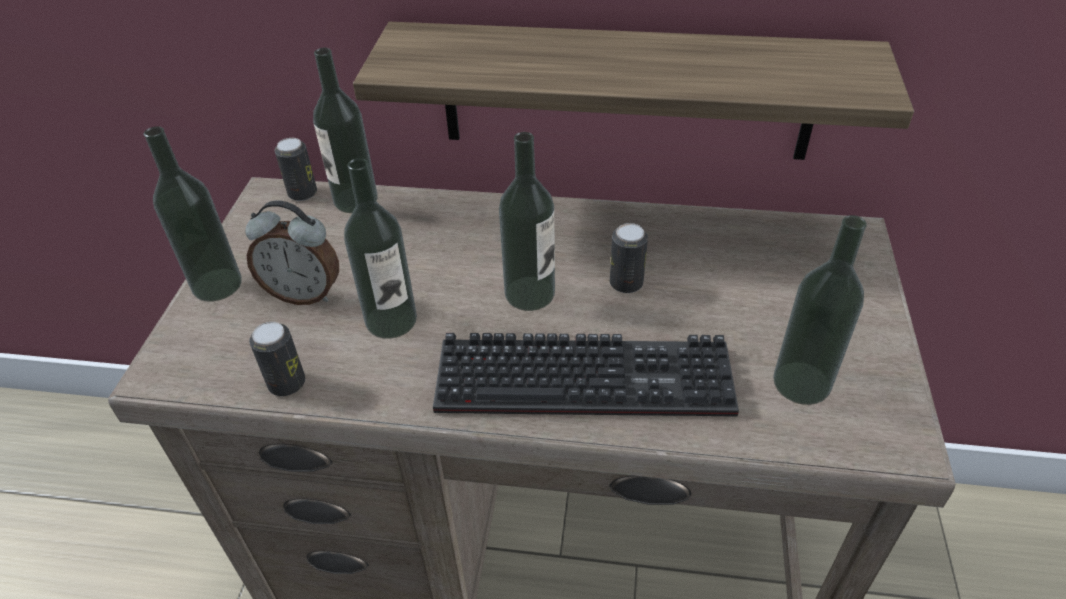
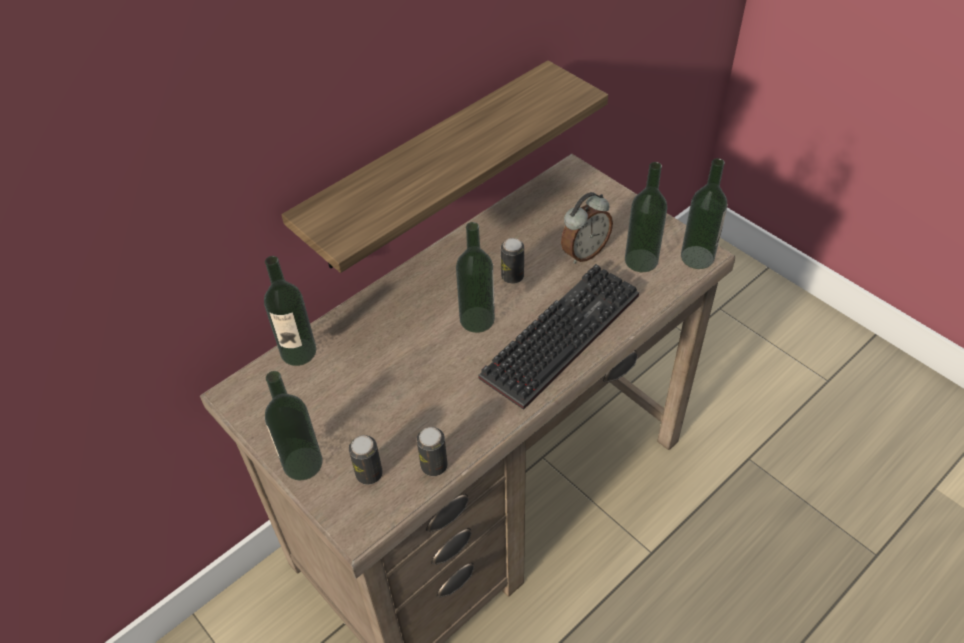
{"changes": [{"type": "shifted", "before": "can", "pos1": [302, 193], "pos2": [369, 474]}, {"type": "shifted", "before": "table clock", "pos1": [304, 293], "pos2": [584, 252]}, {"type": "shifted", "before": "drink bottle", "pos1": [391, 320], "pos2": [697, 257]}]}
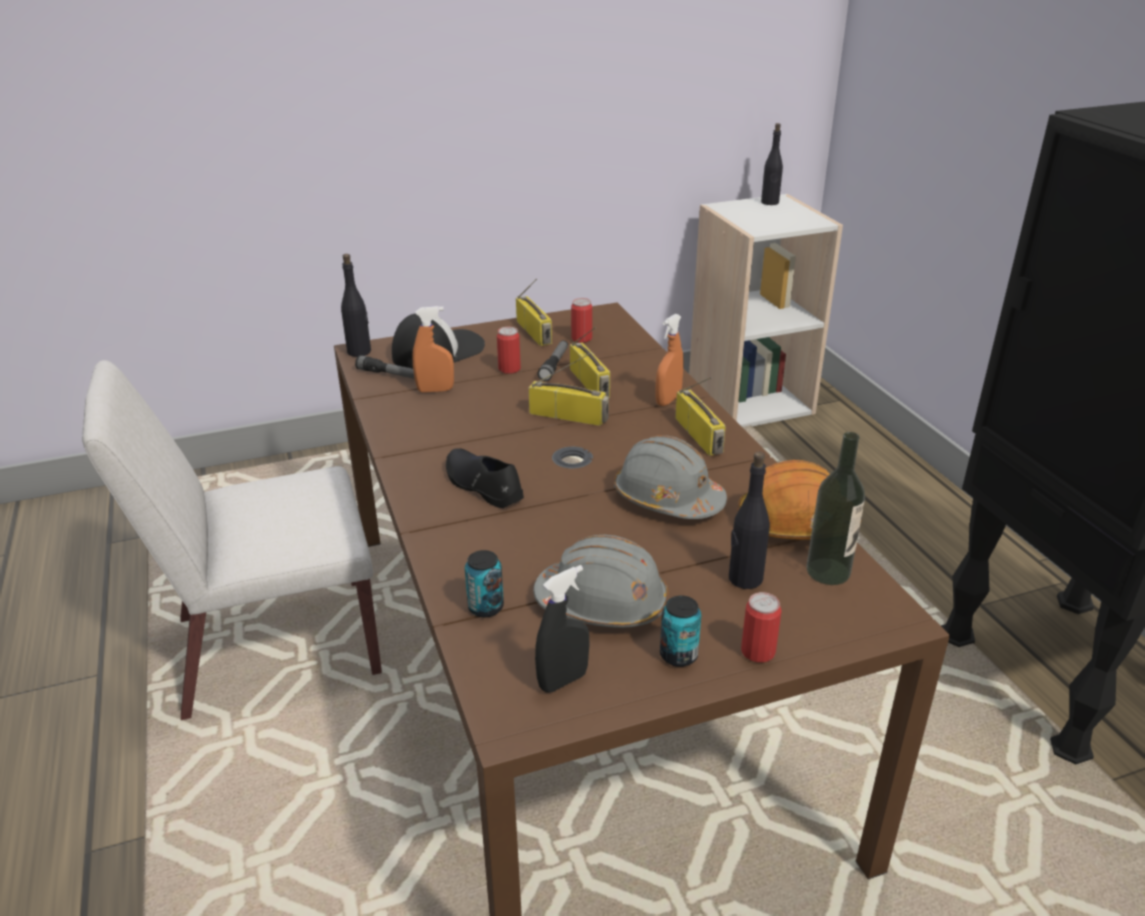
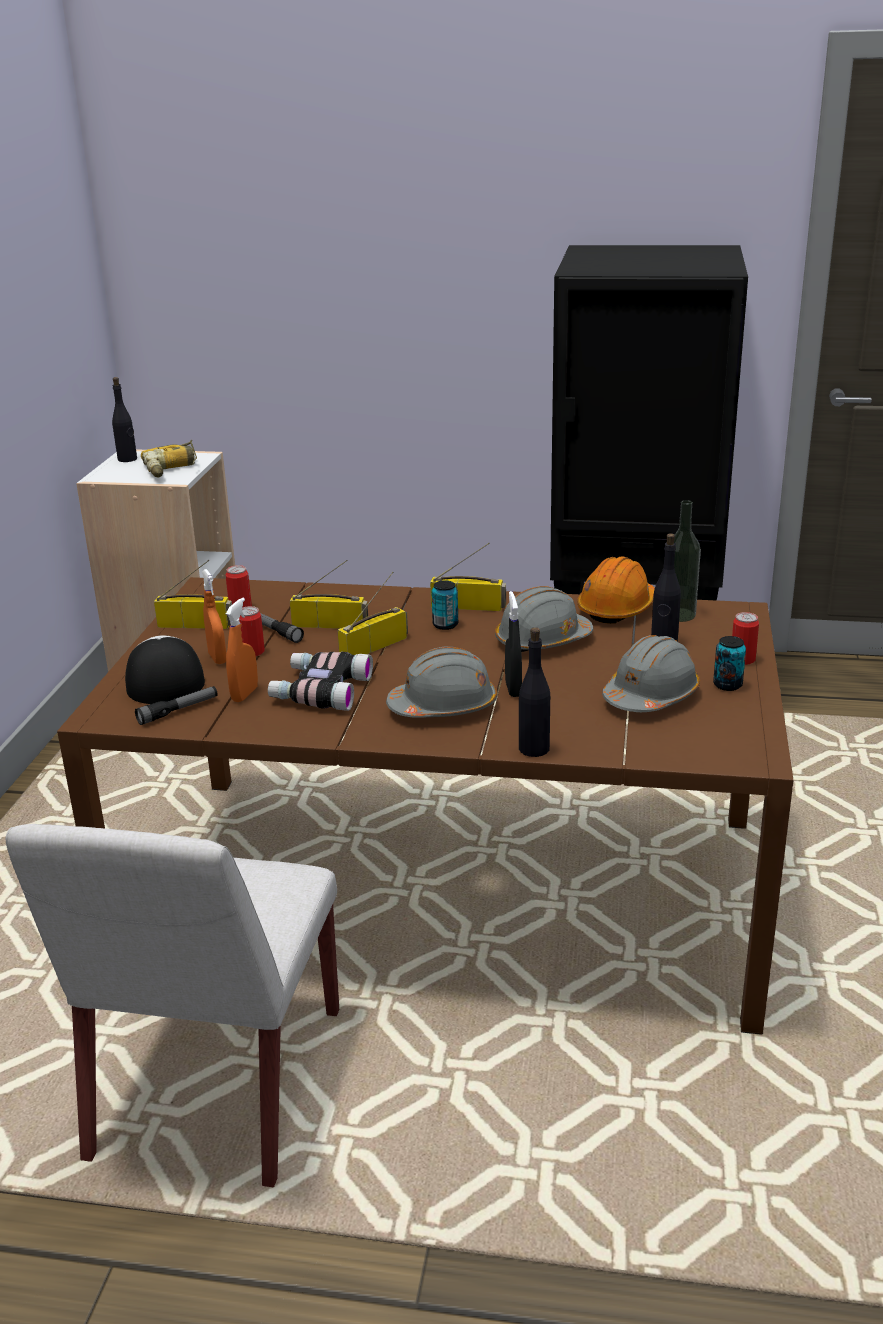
{"changes": [{"type": "new", "after": "electric drill", "pos2": [173, 468]}, {"type": "shifted", "before": "sprayer (orange)", "pos1": [668, 400], "pos2": [217, 658]}, {"type": "new", "after": "pair of binoculars", "pos2": [320, 690]}, {"type": "swapped", "before": "shoe (black-coloured)", "after": "hard hat (gray)", "pos1": [482, 485], "pos2": [444, 707]}, {"type": "shifted", "before": "can", "pos1": [485, 607], "pos2": [445, 625]}, {"type": "shifted", "before": "sprayer (black-coloured)", "pos1": [563, 680], "pos2": [513, 689]}, {"type": "shifted", "before": "drink bottle (black-coloured)", "pos1": [359, 351], "pos2": [534, 749]}]}
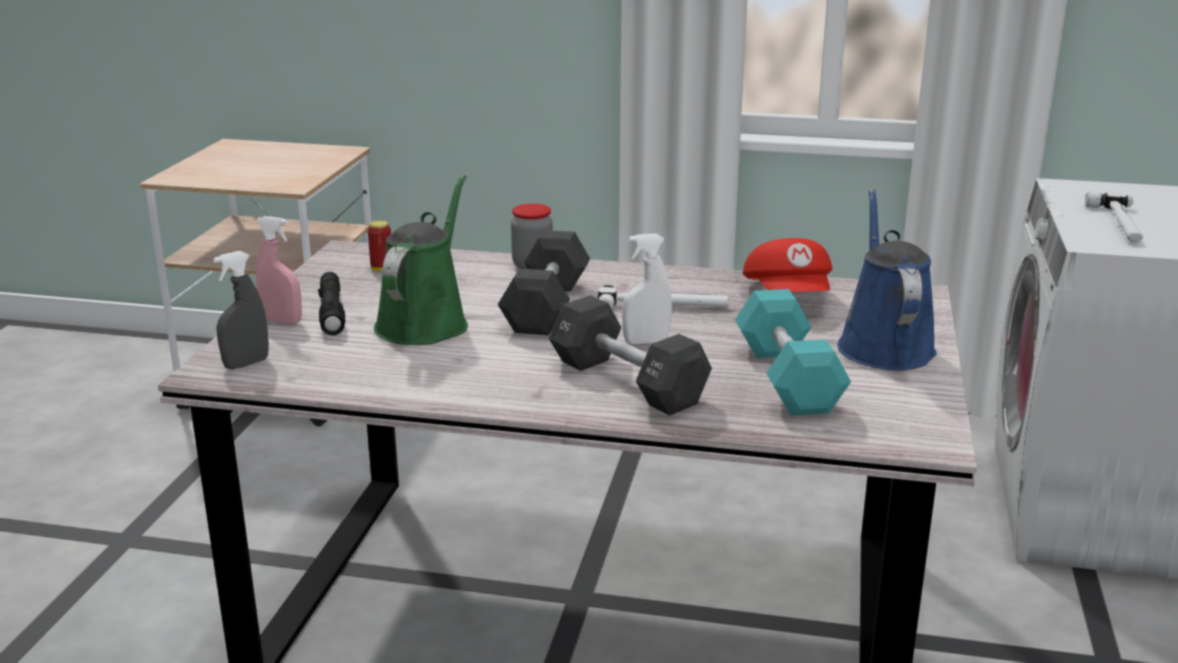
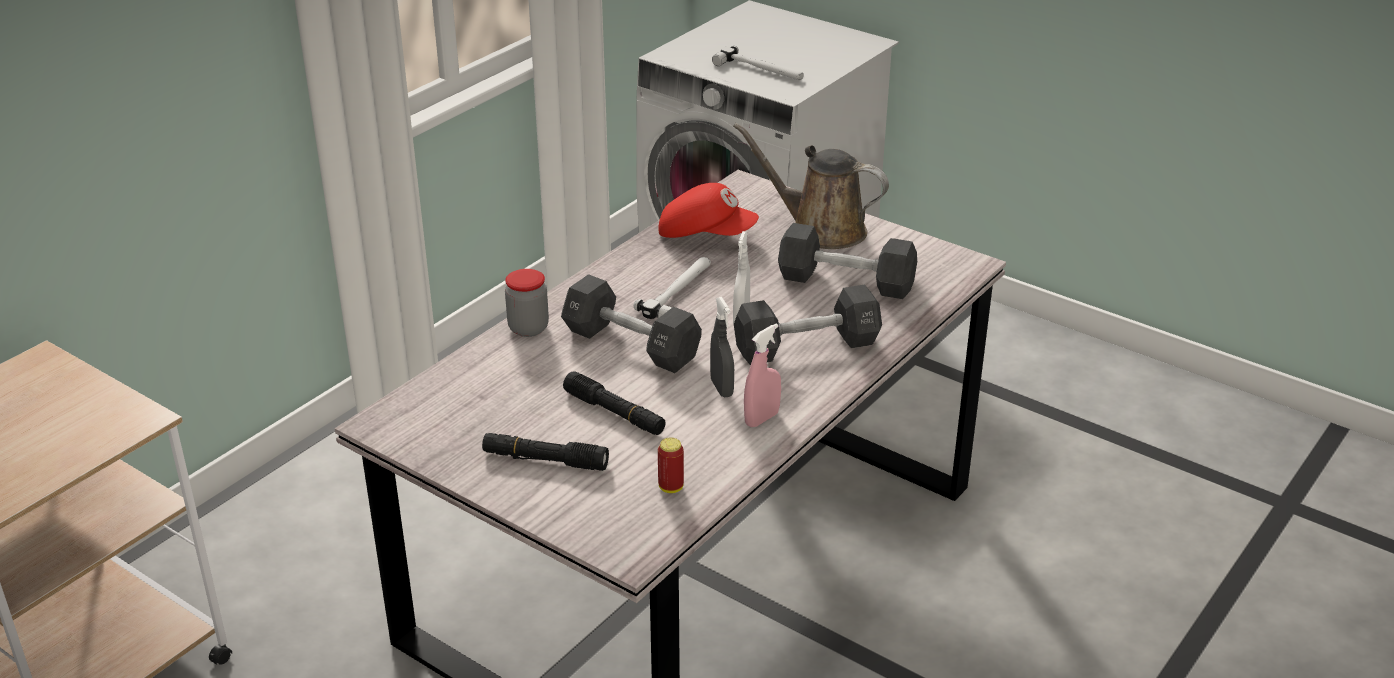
{"changes": [{"type": "swapped", "before": "watering pot (green-coloured)", "after": "torch (black-coloured)", "pos1": [425, 322], "pos2": [614, 413]}, {"type": "shifted", "before": "can", "pos1": [382, 269], "pos2": [671, 487]}, {"type": "shifted", "before": "sprayer (gray)", "pos1": [246, 364], "pos2": [721, 388]}, {"type": "repainted", "before": "watering pot (blue-coloured)", "after": "watering pot (brownish)", "pos1": [883, 345], "pos2": [820, 229]}, {"type": "shifted", "before": "sprayer (pink-coloured)", "pos1": [282, 321], "pos2": [761, 419]}, {"type": "repainted", "before": "dumbbell (turquoise-coloured)", "after": "dumbbell (black-coloured)", "pos1": [787, 378], "pos2": [846, 282]}]}
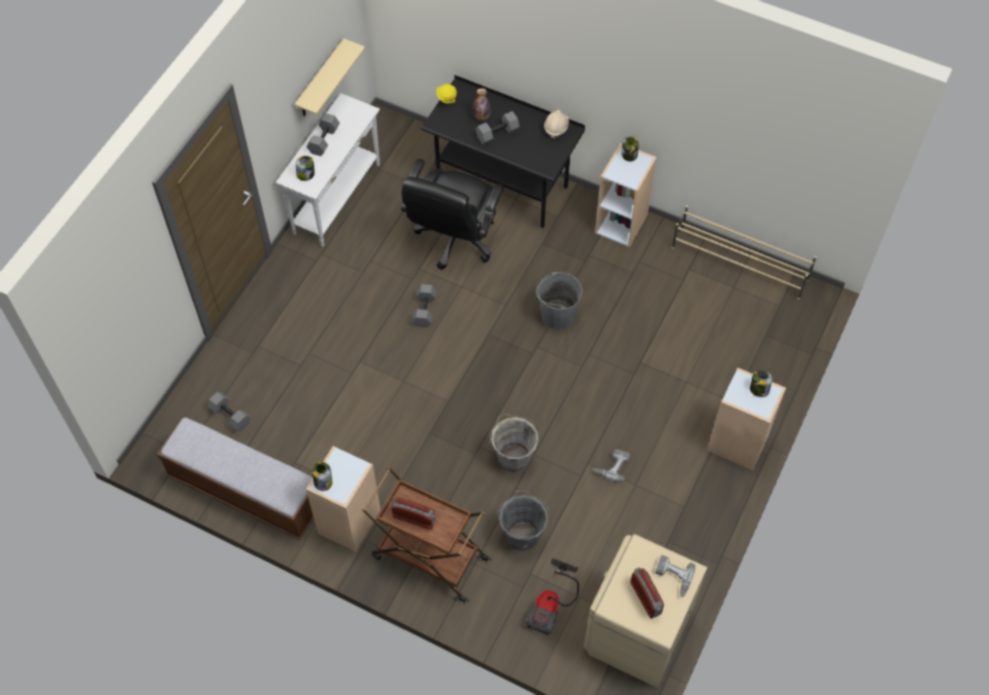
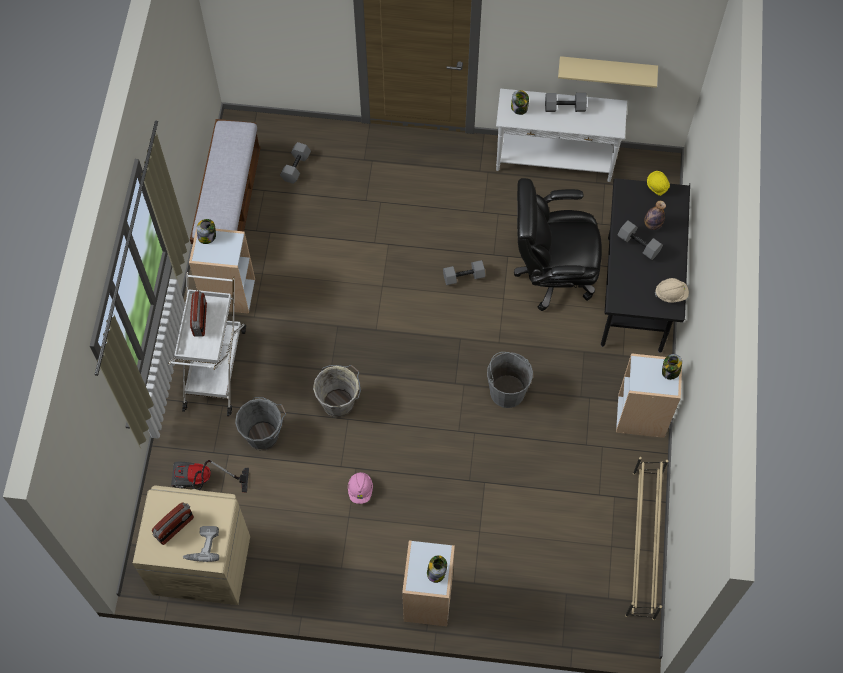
{"changes": [{"type": "repainted", "before": "trolley (brownish)", "after": "trolley (white-coloured)", "pos1": [429, 558], "pos2": [216, 368]}, {"type": "swapped", "before": "electric drill", "after": "hard hat (pink-coloured)", "pos1": [611, 466], "pos2": [360, 490]}]}
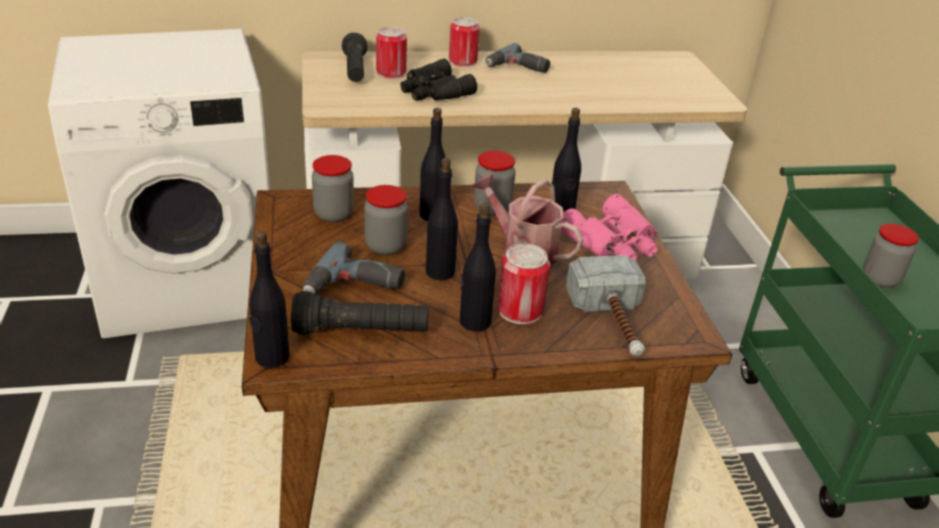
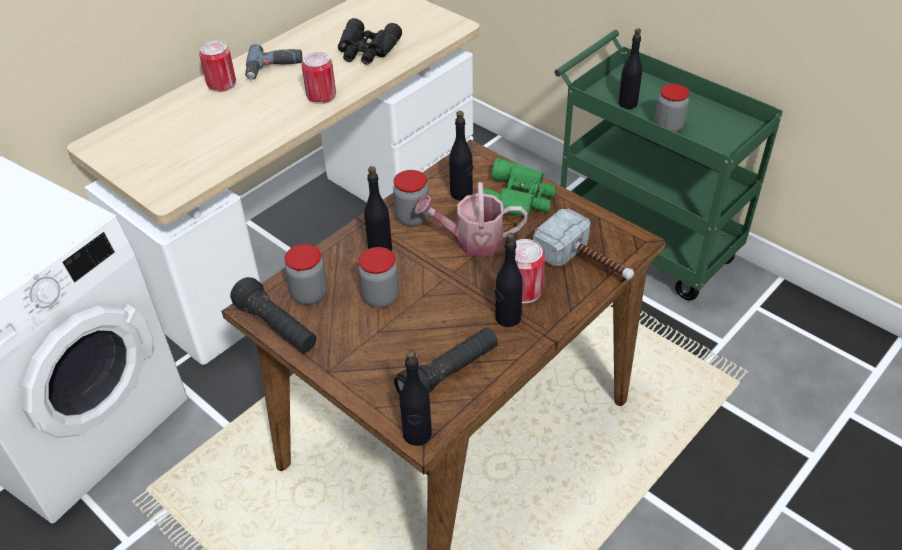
{"changes": [{"type": "shifted", "before": "torch (black-coloured)", "pos1": [355, 70], "pos2": [277, 327]}, {"type": "shifted", "before": "can", "pos1": [391, 73], "pos2": [321, 96]}, {"type": "shifted", "before": "pair of binoculars (black-coloured)", "pos1": [433, 91], "pos2": [367, 50]}, {"type": "repainted", "before": "pair of binoculars (pink-coloured)", "after": "pair of binoculars (green-coloured)", "pos1": [613, 242], "pos2": [519, 198]}, {"type": "shifted", "before": "drink bottle (black-coloured)", "pos1": [439, 272], "pos2": [627, 103]}, {"type": "gone", "before": "electric drill", "pos1": [354, 287]}]}
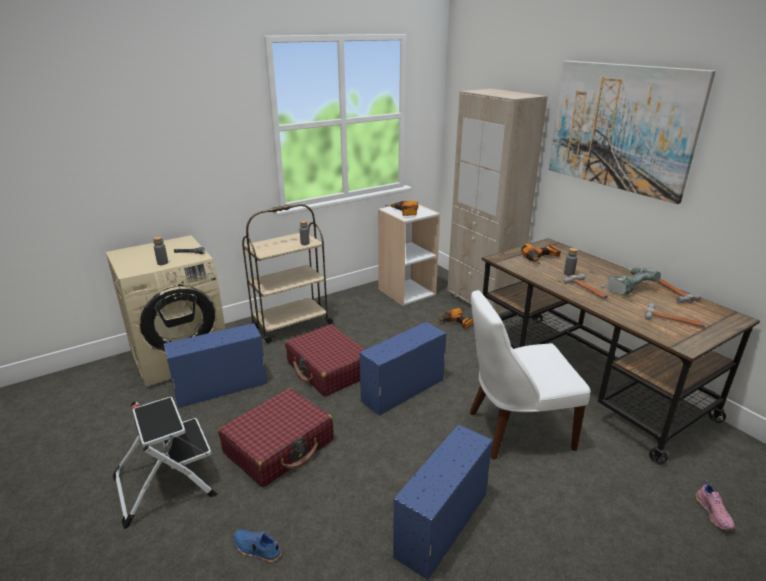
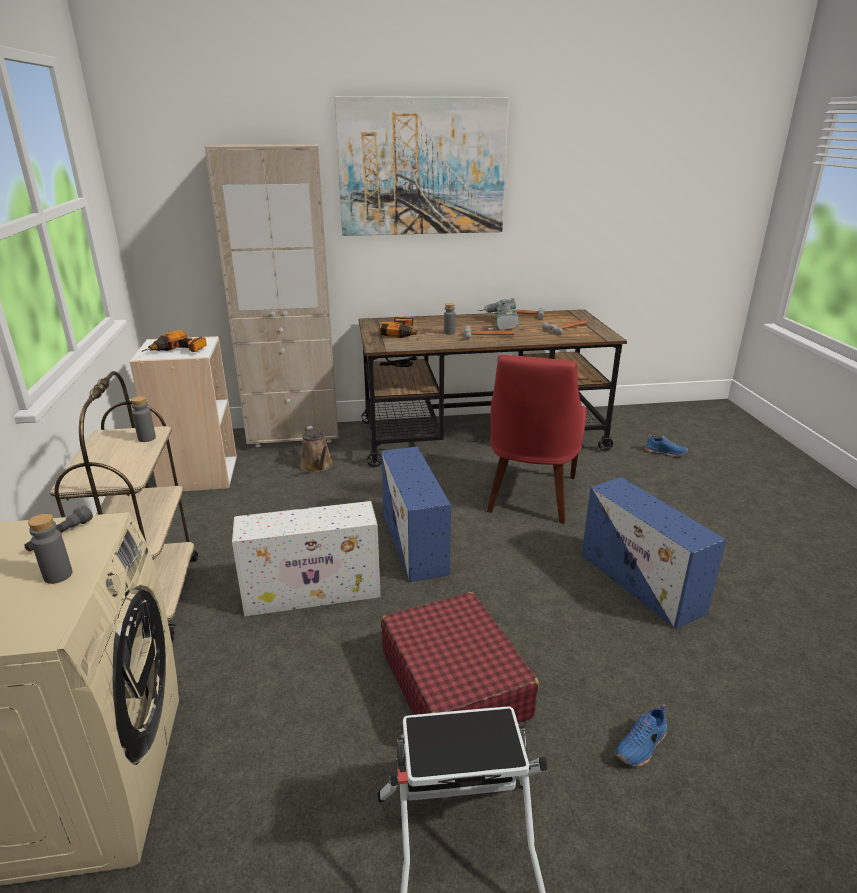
{"changes": [{"type": "swapped", "before": "suitcase (red-coloured)", "after": "storage bin (white-coloured)", "pos1": [328, 369], "pos2": [314, 592]}, {"type": "swapped", "before": "electric drill", "after": "watering pot (brownish)", "pos1": [455, 324], "pos2": [317, 466]}, {"type": "repainted", "before": "plain chair (white-coloured)", "after": "plain chair (red-coloured)", "pos1": [515, 430], "pos2": [530, 496]}, {"type": "repainted", "before": "shoe (pink-coloured)", "after": "shoe (blue-coloured)", "pos1": [714, 513], "pos2": [665, 452]}, {"type": "gone", "before": "storage bin (blue-coloured)", "pos1": [219, 388]}]}
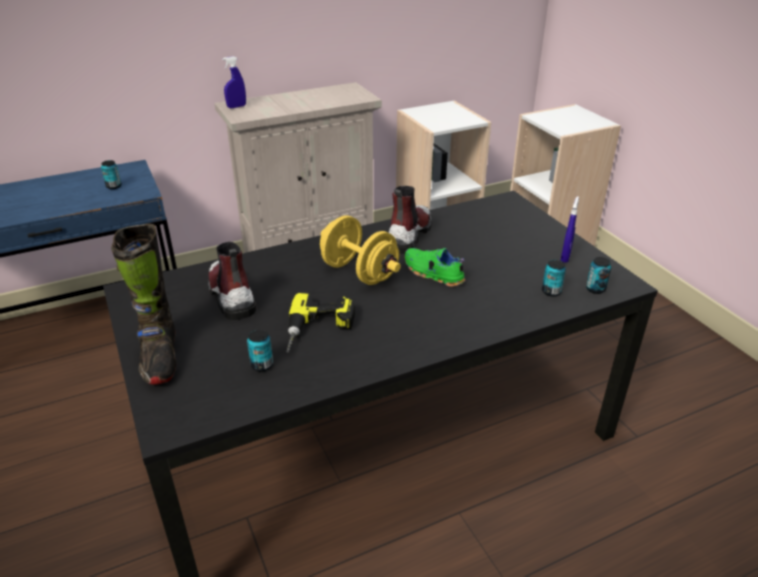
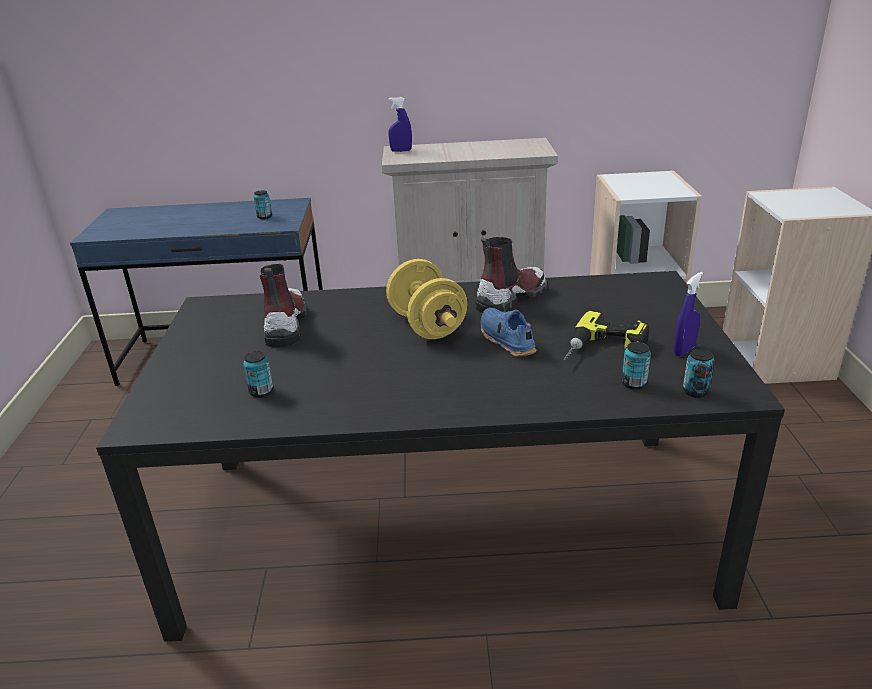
{"changes": [{"type": "repainted", "before": "shoe (green-coloured)", "after": "shoe (blue-coloured)", "pos1": [432, 274], "pos2": [505, 340]}, {"type": "shifted", "before": "electric drill", "pos1": [319, 330], "pos2": [604, 350]}, {"type": "gone", "before": "tall boot (black-coloured)", "pos1": [160, 357]}]}
